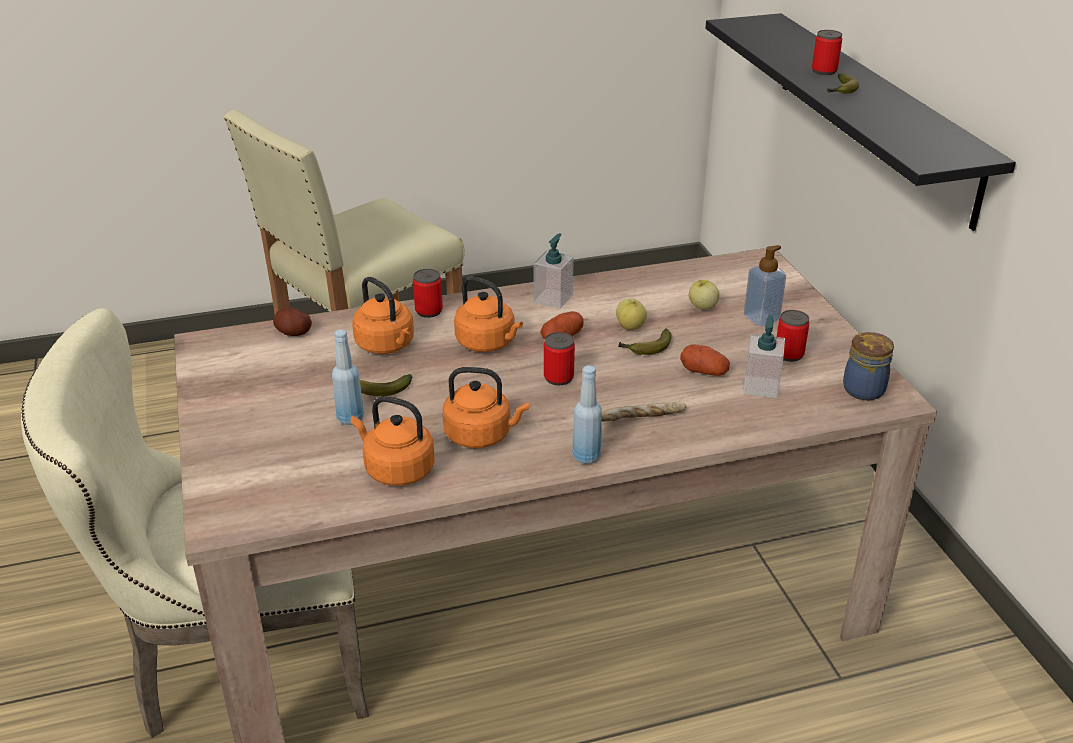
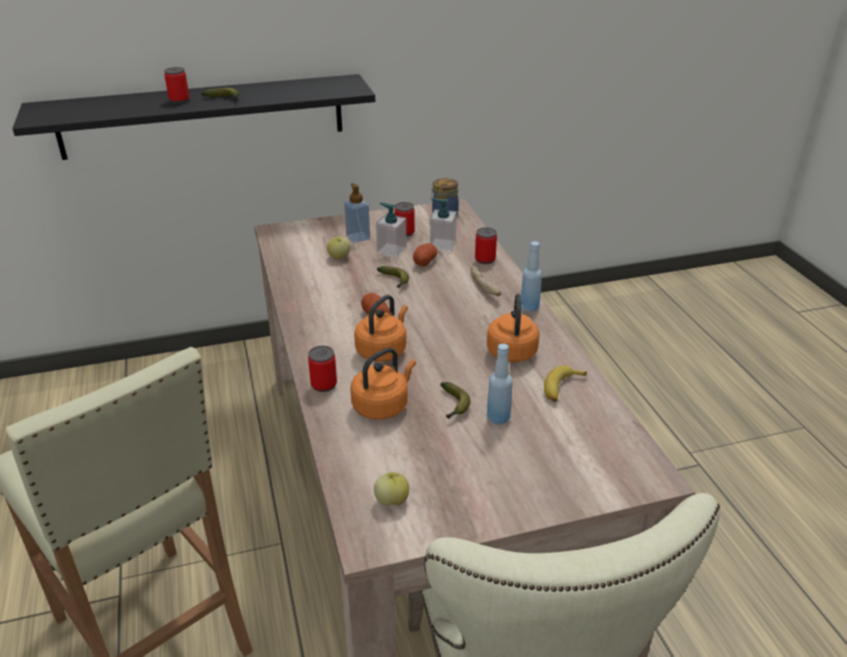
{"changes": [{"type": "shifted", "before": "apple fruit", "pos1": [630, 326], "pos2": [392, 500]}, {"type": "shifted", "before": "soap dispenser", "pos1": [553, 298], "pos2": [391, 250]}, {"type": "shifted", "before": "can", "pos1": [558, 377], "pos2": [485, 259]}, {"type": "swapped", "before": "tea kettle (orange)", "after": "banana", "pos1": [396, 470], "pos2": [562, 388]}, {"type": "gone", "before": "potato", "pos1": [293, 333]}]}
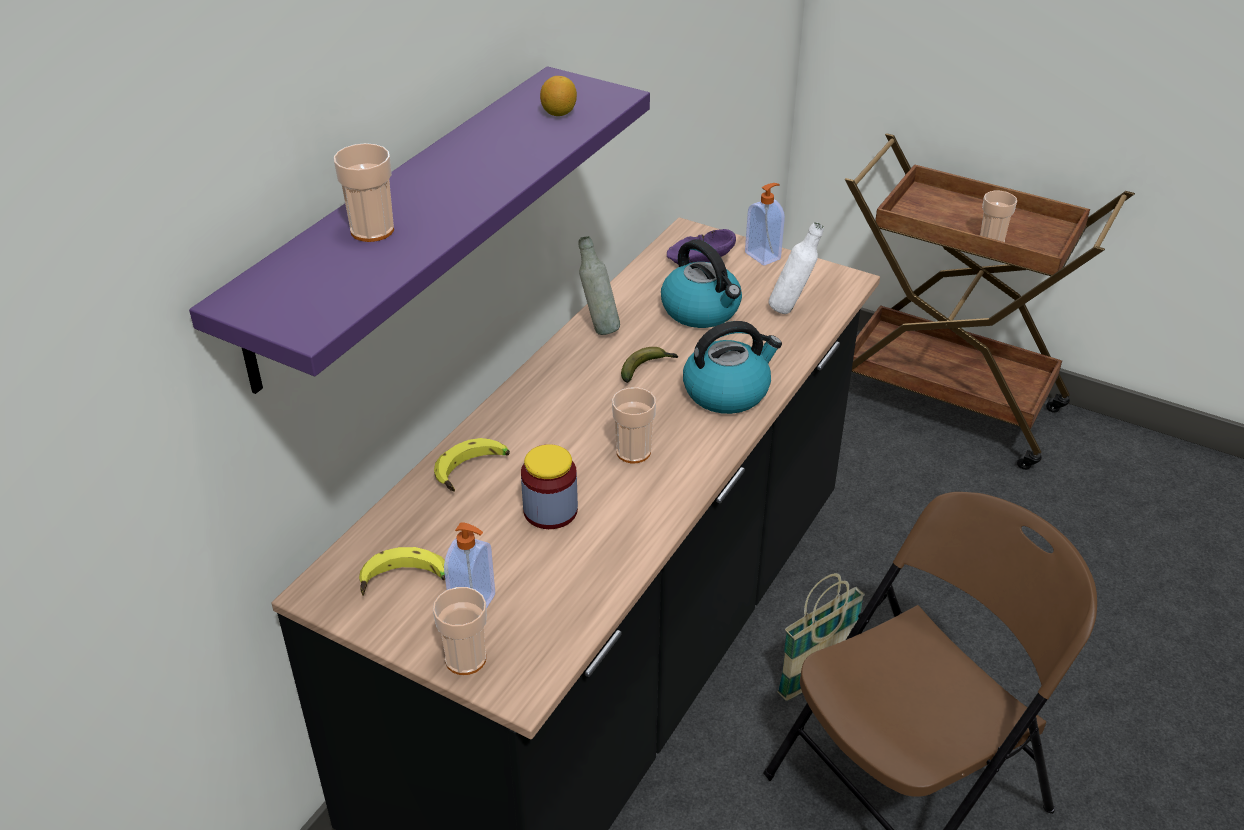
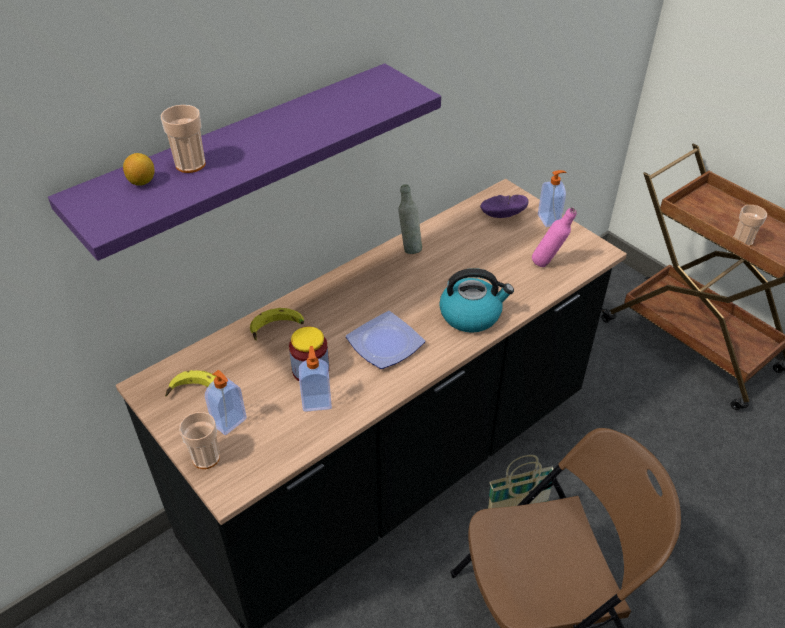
{"changes": [{"type": "shifted", "before": "citrus fruit", "pos1": [559, 113], "pos2": [142, 182]}, {"type": "new", "after": "soap dispenser", "pos2": [316, 402]}, {"type": "swapped", "before": "drinking cup", "after": "dinner plate", "pos1": [633, 452], "pos2": [385, 342]}, {"type": "repainted", "before": "drink bottle (white-coloured)", "after": "drink bottle (pink-coloured)", "pos1": [791, 309], "pos2": [548, 264]}, {"type": "gone", "before": "banana", "pos1": [647, 368]}, {"type": "gone", "before": "tea kettle", "pos1": [702, 310]}]}
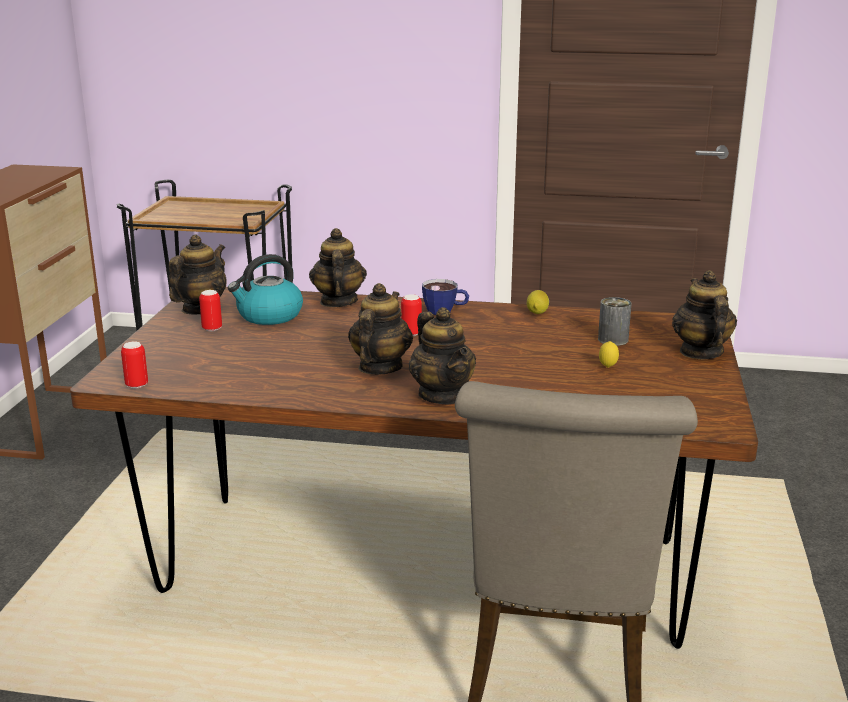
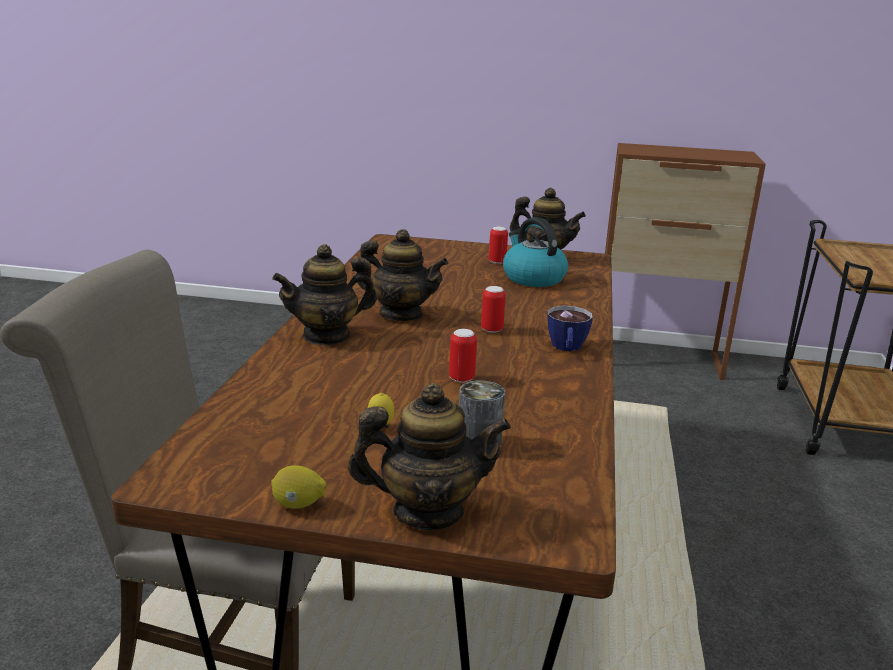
{"changes": [{"type": "shifted", "before": "citrus fruit", "pos1": [537, 312], "pos2": [298, 505]}, {"type": "shifted", "before": "can", "pos1": [137, 385], "pos2": [461, 378]}, {"type": "gone", "before": "tea pot", "pos1": [338, 302]}]}
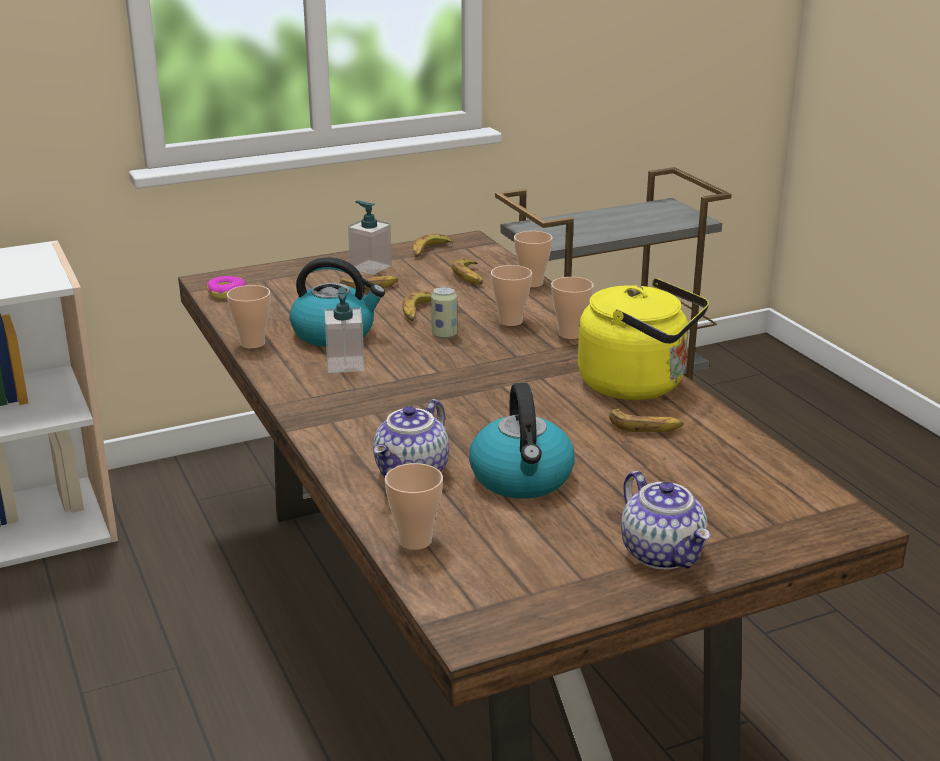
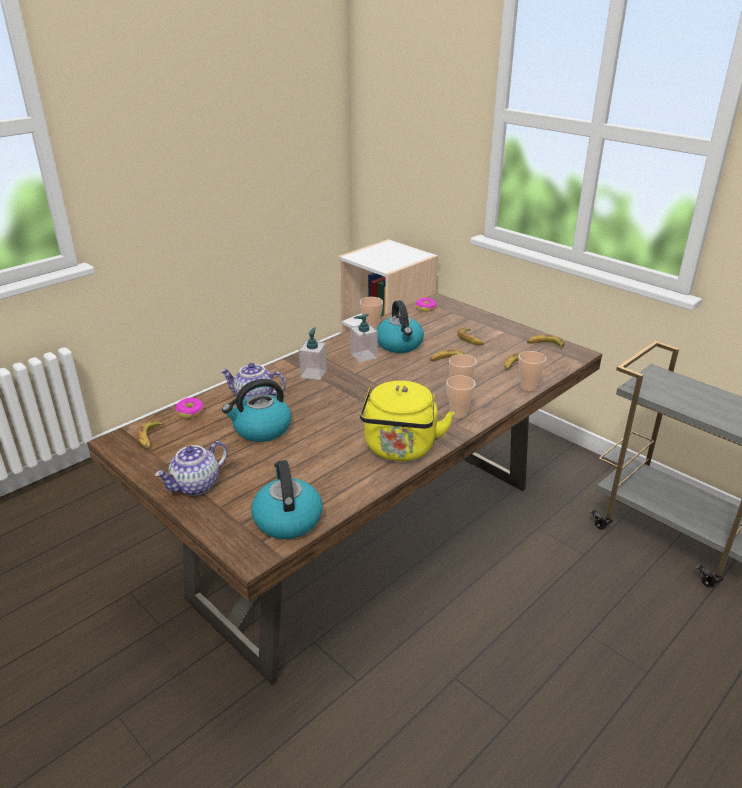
{"changes": [{"type": "shifted", "before": "banana", "pos1": [645, 426], "pos2": [150, 438]}, {"type": "swapped", "before": "drinking cup", "after": "donut", "pos1": [415, 541], "pos2": [190, 412]}, {"type": "new", "after": "tea kettle", "pos2": [287, 519]}, {"type": "shifted", "before": "soap dispenser", "pos1": [370, 267], "pos2": [313, 373]}, {"type": "gone", "before": "can", "pos1": [444, 335]}]}
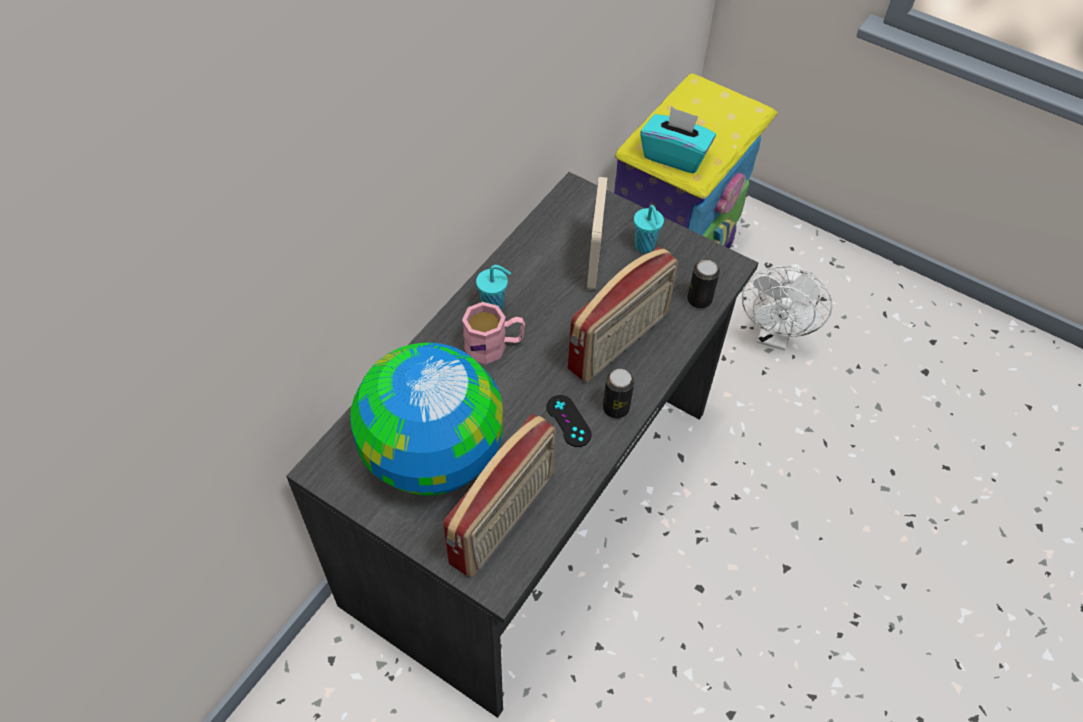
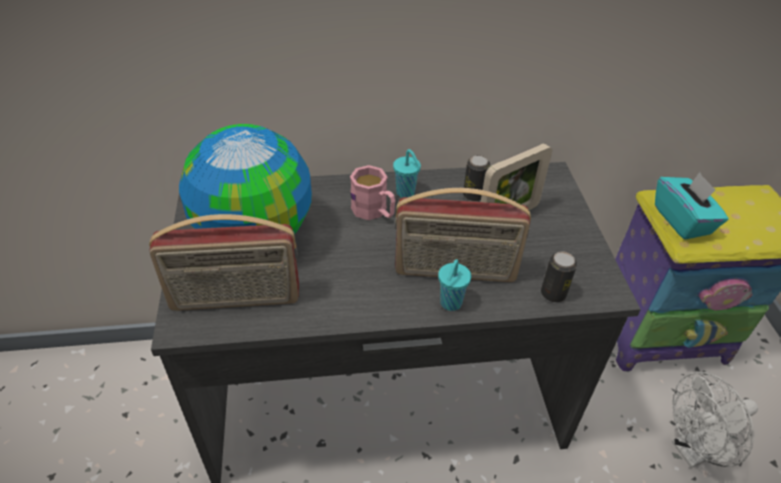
{"changes": [{"type": "shifted", "before": "drinking cup (turquoise-coloured)", "pos1": [645, 247], "pos2": [450, 304]}, {"type": "shifted", "before": "can", "pos1": [616, 408], "pos2": [473, 195]}, {"type": "gone", "before": "gamepad (black-coloured)", "pos1": [568, 421]}]}
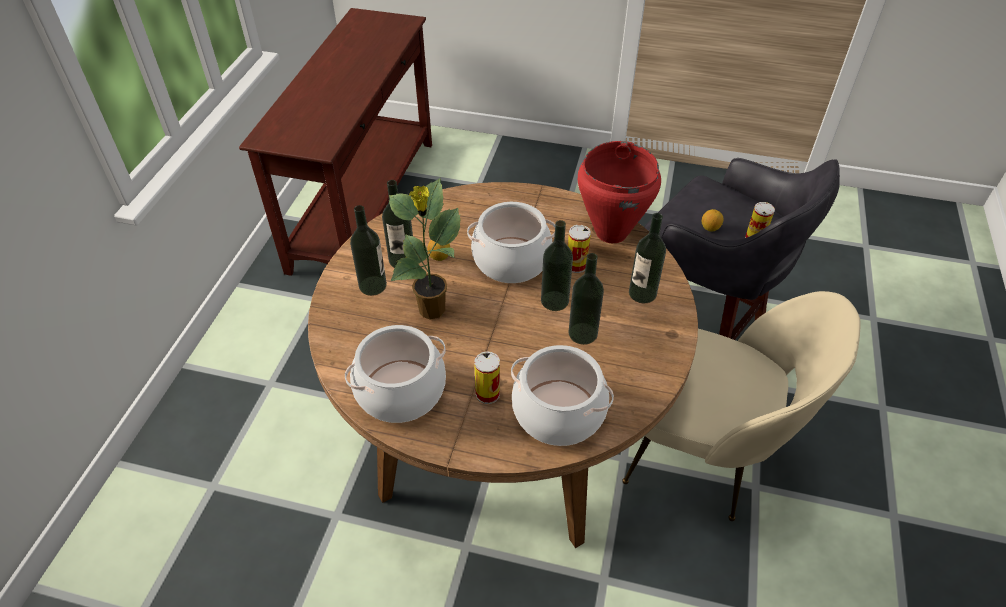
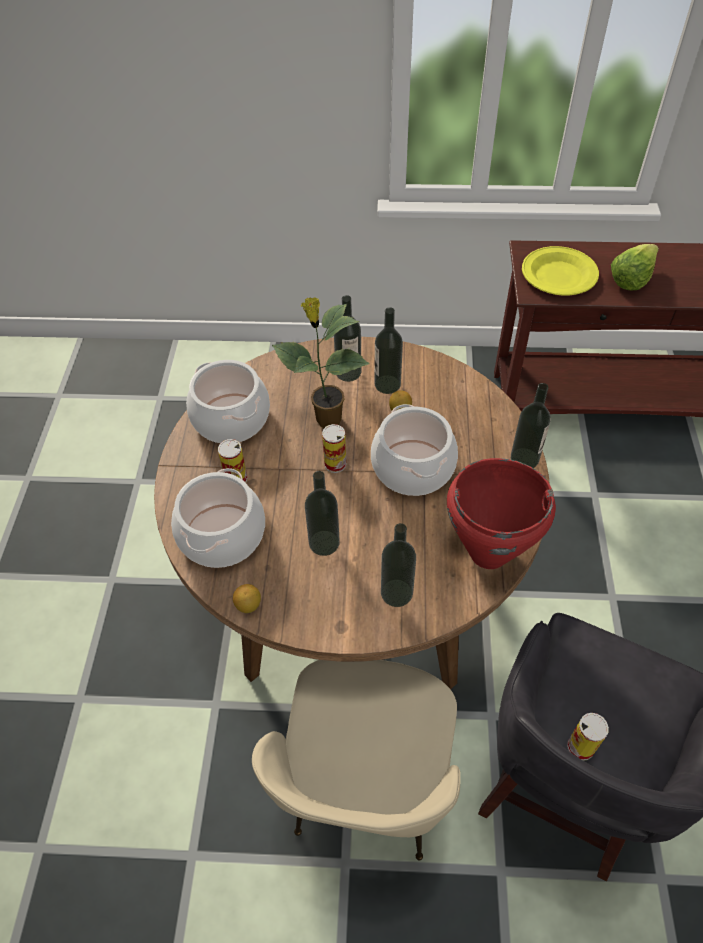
{"changes": [{"type": "shifted", "before": "citrus fruit", "pos1": [710, 228], "pos2": [248, 605]}, {"type": "shifted", "before": "can", "pos1": [576, 265], "pos2": [335, 464]}, {"type": "shifted", "before": "drink bottle", "pos1": [554, 301], "pos2": [524, 459]}, {"type": "new", "after": "dinner plate (yellow-coloured)", "pos2": [558, 275]}, {"type": "new", "after": "head of lettuce", "pos2": [631, 278]}]}
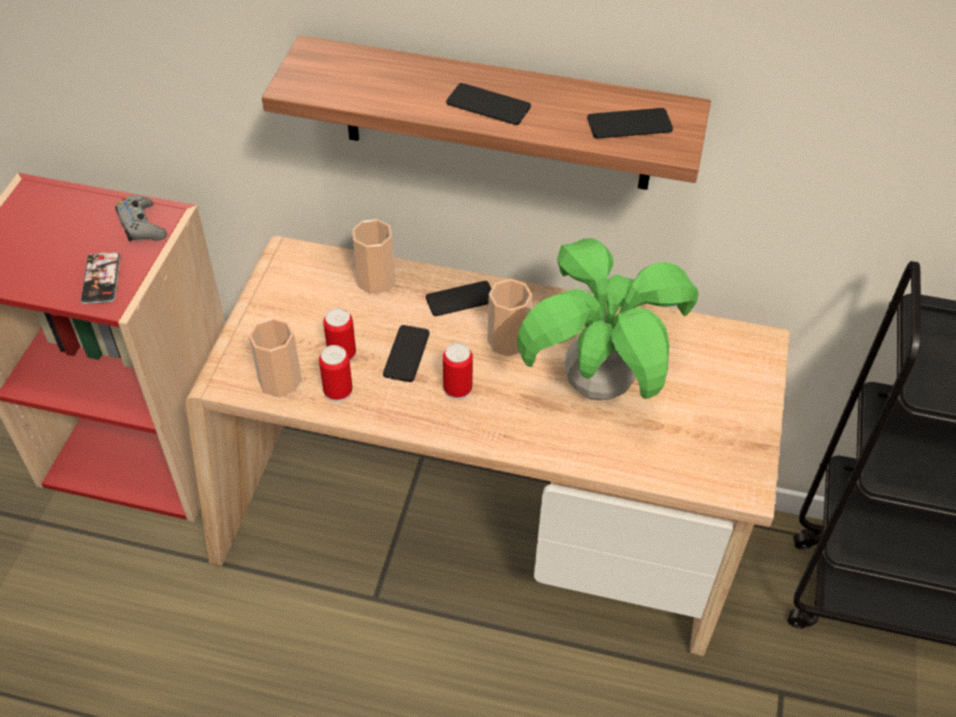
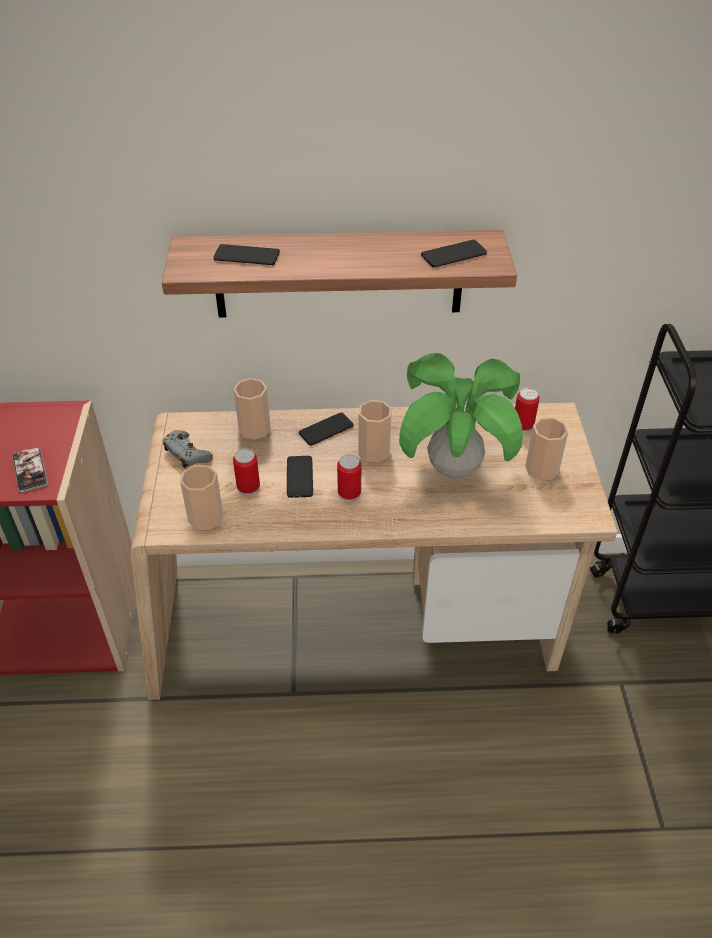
{"changes": [{"type": "shifted", "before": "gamepad (gray)", "pos1": [142, 225], "pos2": [187, 454]}, {"type": "shifted", "before": "telephone", "pos1": [488, 105], "pos2": [246, 256]}, {"type": "shifted", "before": "can", "pos1": [338, 391], "pos2": [523, 425]}, {"type": "new", "after": "drinking cup", "pos2": [541, 469]}]}
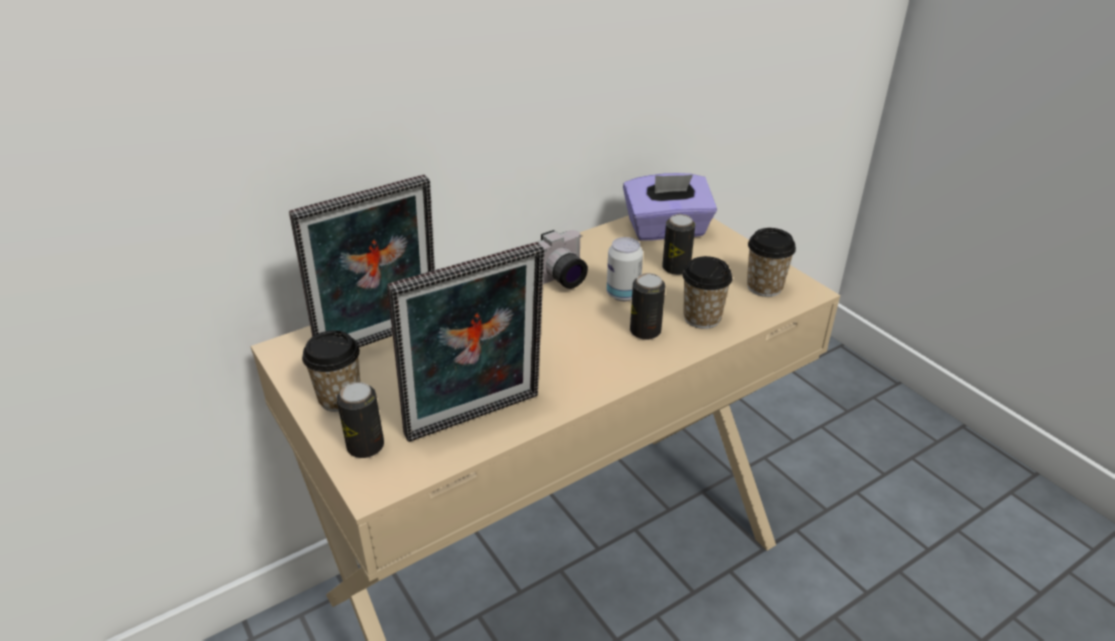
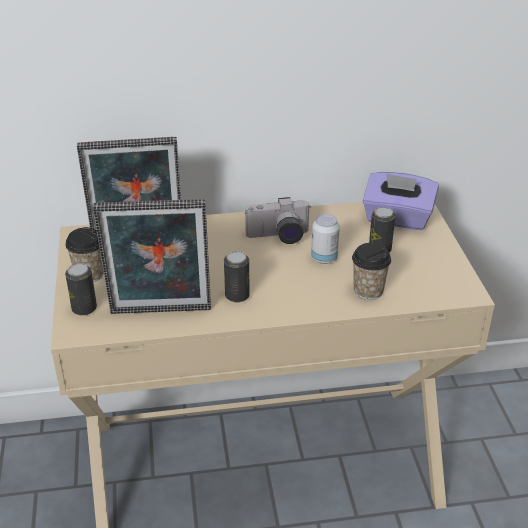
{"changes": [{"type": "shifted", "before": "can", "pos1": [645, 331], "pos2": [237, 296]}, {"type": "gone", "before": "drinking cup", "pos1": [764, 287]}]}
